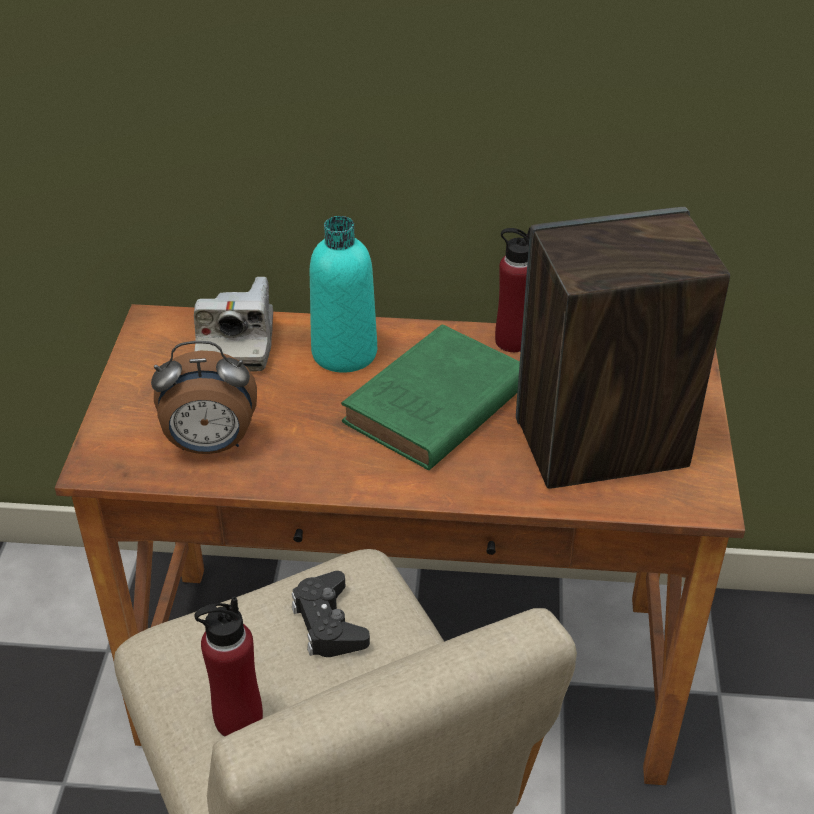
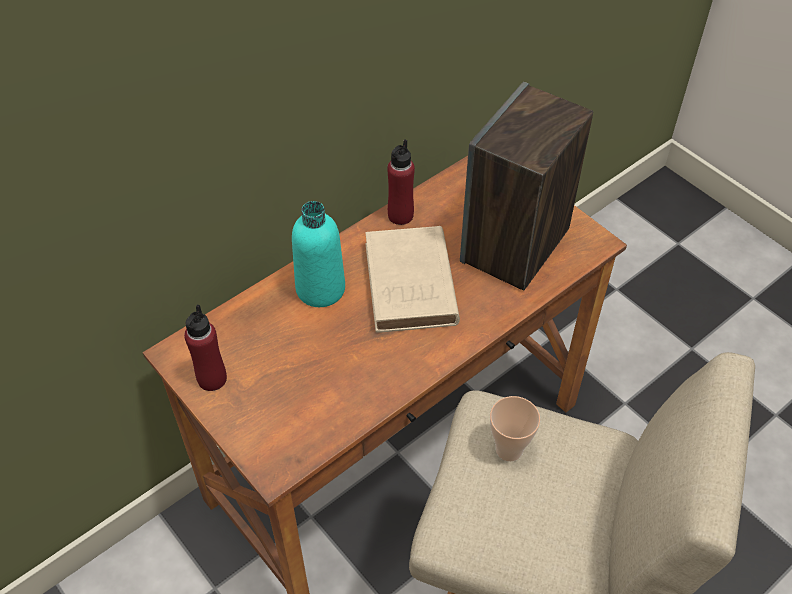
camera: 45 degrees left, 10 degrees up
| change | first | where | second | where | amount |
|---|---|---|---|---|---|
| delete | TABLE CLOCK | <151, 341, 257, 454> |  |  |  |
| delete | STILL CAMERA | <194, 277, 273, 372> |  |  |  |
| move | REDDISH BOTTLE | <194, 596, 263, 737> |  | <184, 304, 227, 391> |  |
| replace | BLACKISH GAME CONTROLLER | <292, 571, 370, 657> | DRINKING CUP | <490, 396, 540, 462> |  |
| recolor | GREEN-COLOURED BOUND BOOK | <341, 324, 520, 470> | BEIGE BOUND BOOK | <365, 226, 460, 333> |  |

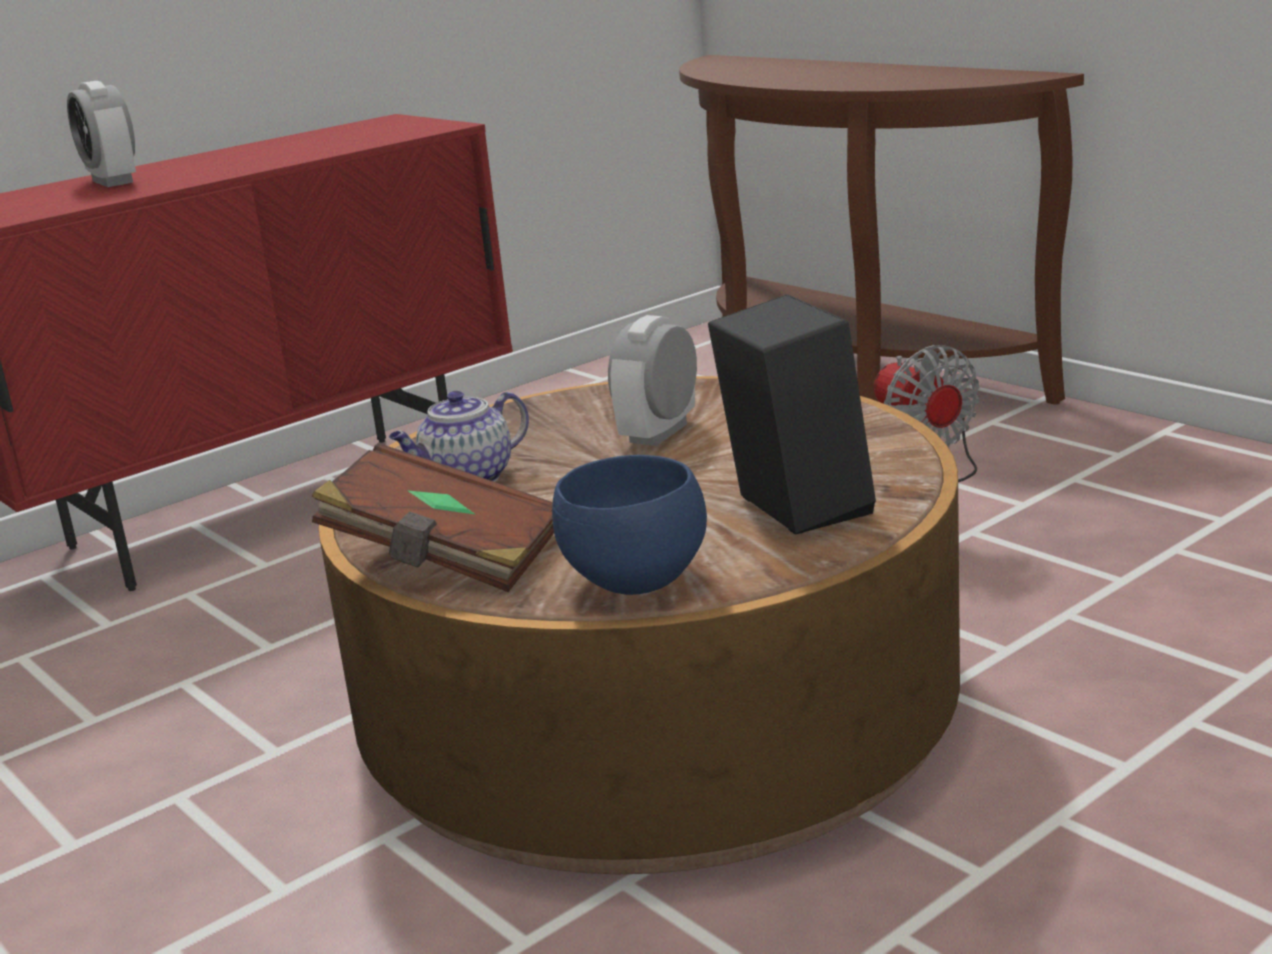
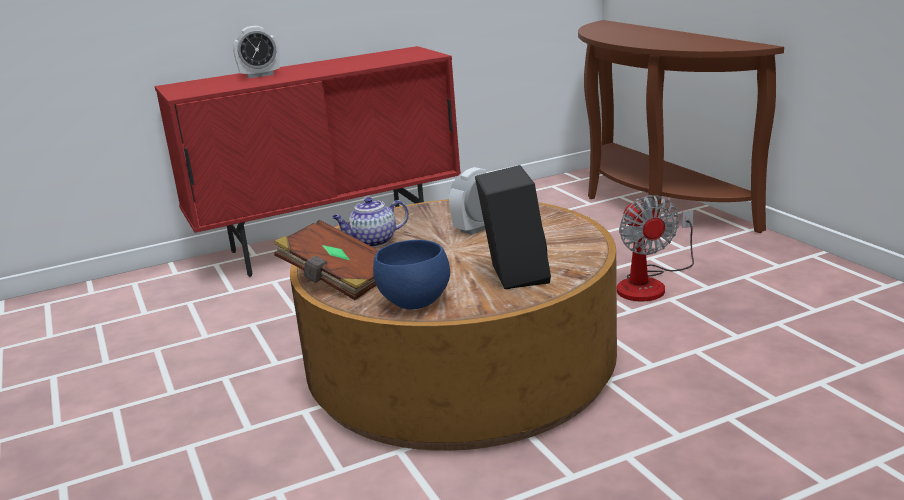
camera: 15 degrees right, 0 degrees up
| change | first | where | second | where | amount |
|---|---|---|---|---|---|
| rotate | TABLE CLOCK | <67, 81, 136, 187> |  | <233, 26, 280, 78> | 90 degrees counterclockwise |

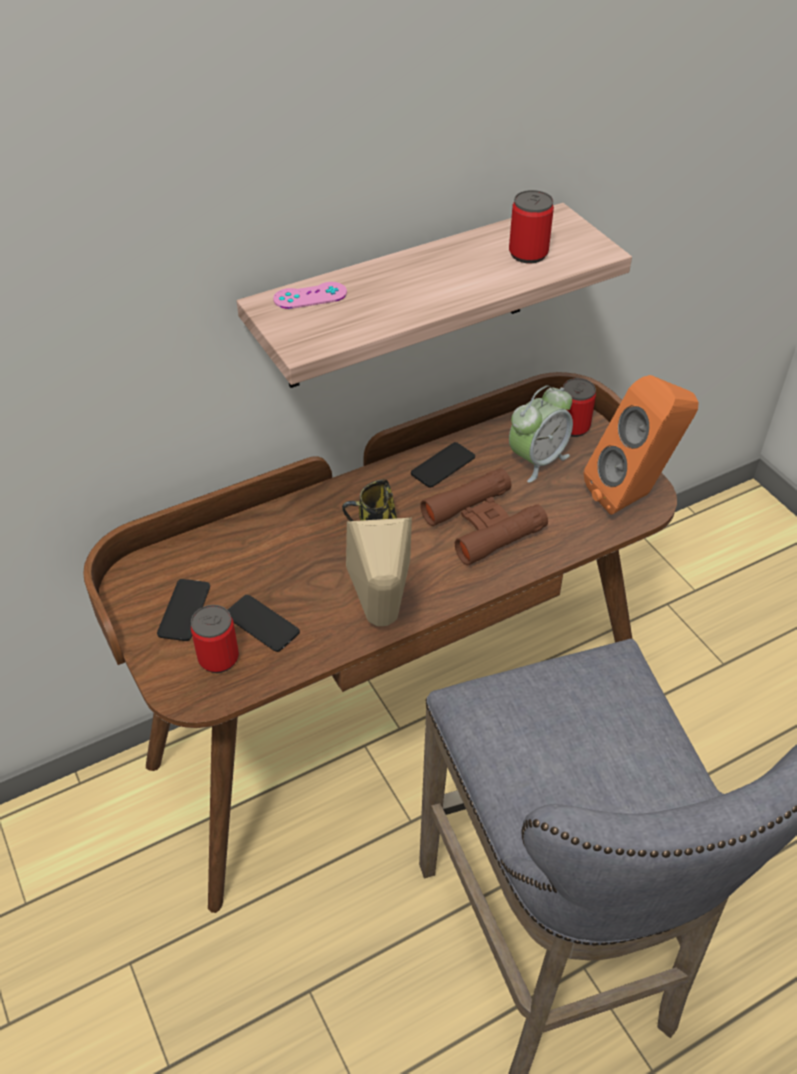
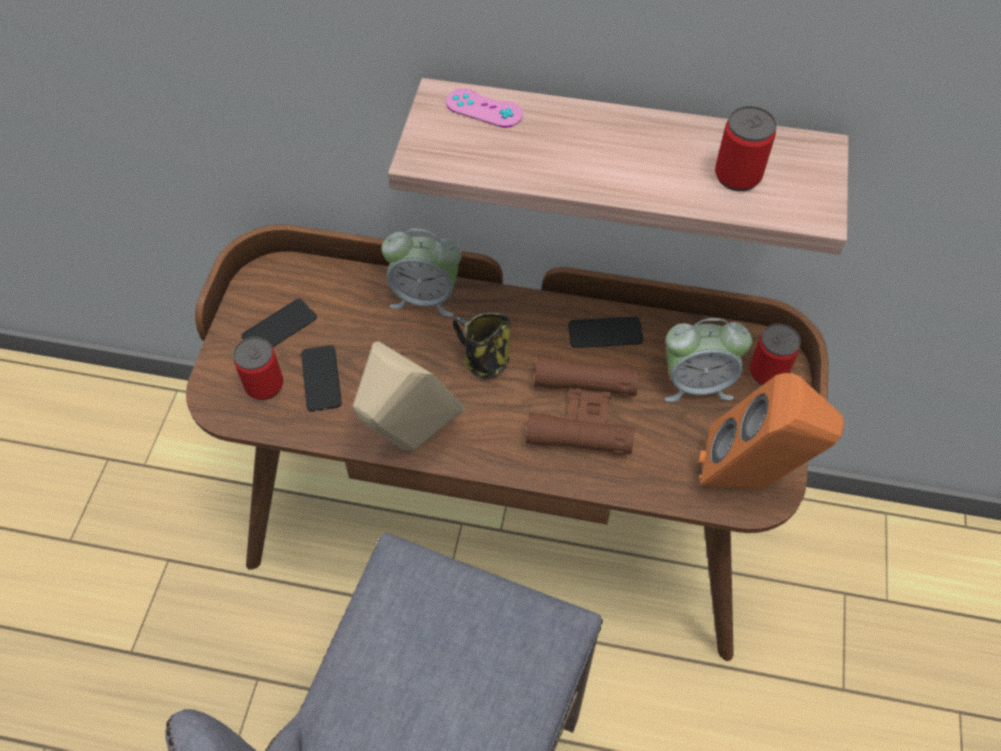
camera: 40 degrees right, 10 degrees up
| change | first | where | second | where | amount |
|---|---|---|---|---|---|
| insert |  |  | TABLE CLOCK | <381, 229, 462, 317> |  |

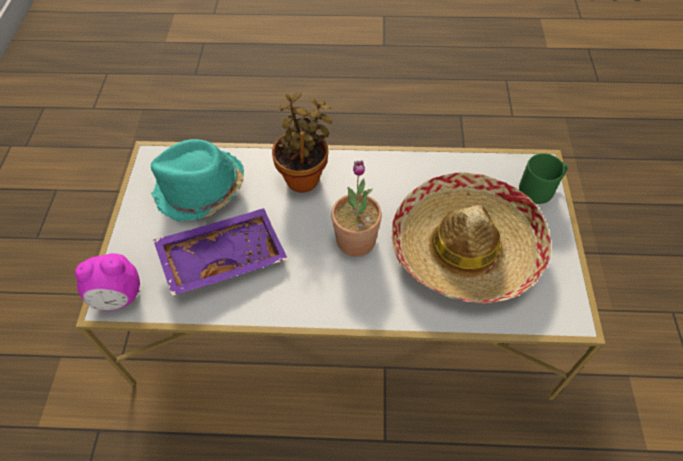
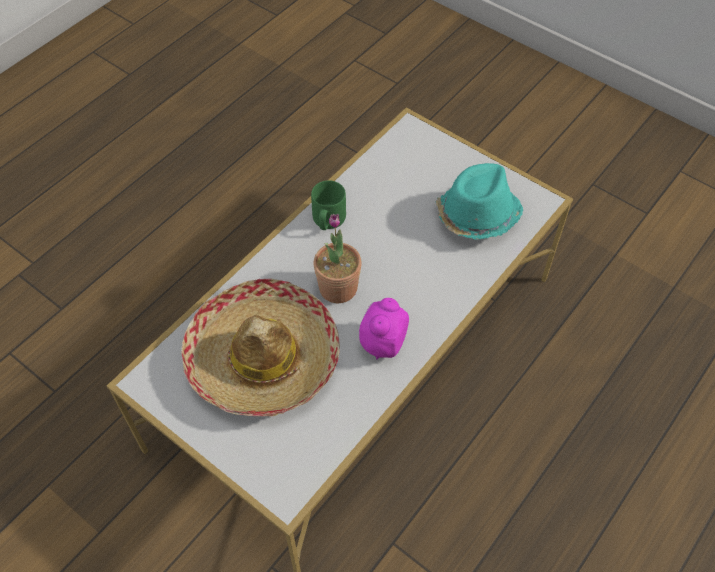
camera: 125 degrees right, 0 degrees up
| change | first | where | second | where | amount |
|---|---|---|---|---|---|
| delete | PURPLE-COLOURED TRAY | <153, 208, 288, 296> |  |  |  |
| delete | HOUSEPLANT | <272, 92, 332, 193> |  |  |  |
| move | TABLE CLOCK | <75, 253, 140, 311> |  | <359, 298, 409, 360> |  |
| move | GREEN-COLOURED TEA MUG | <519, 153, 567, 204> |  | <311, 180, 346, 230> |  |

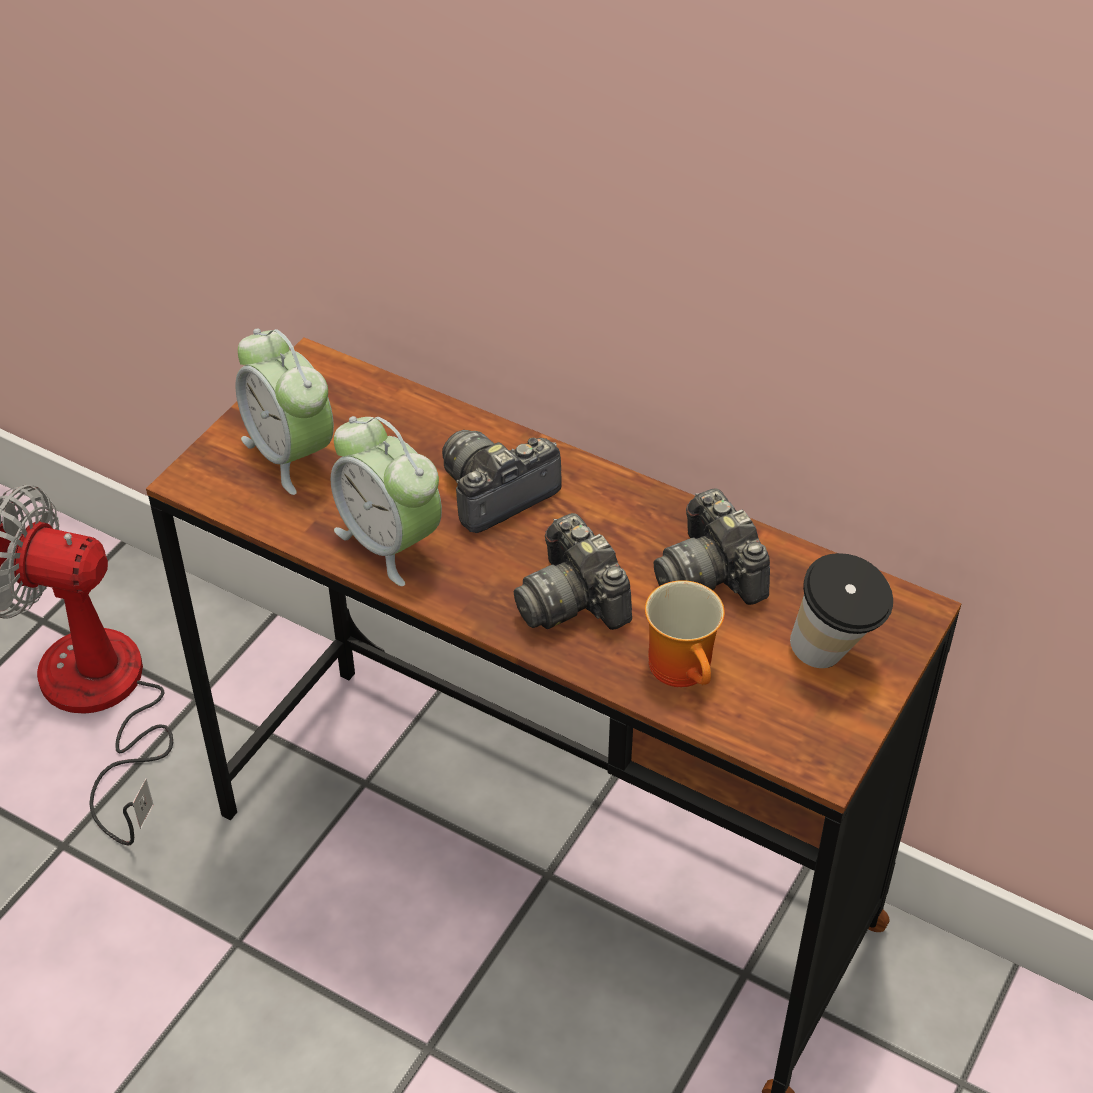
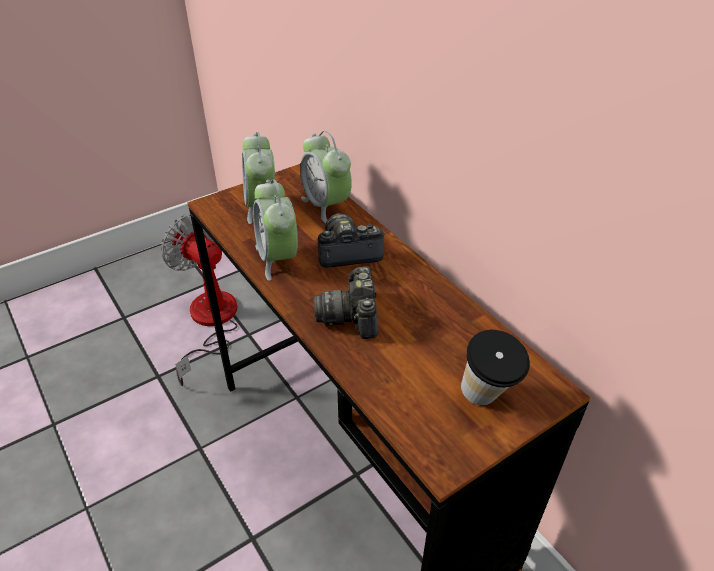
camera: 25 degrees right, 5 degrees down
| change | first | where | second | where | amount |
|---|---|---|---|---|---|
| delete | TEA MUG | <645, 580, 725, 687> |  |  |  |
| delete | STILL CAMERA | <654, 488, 770, 605> |  |  |  |
| insert |  |  | TABLE CLOCK | <300, 131, 352, 223> |  |

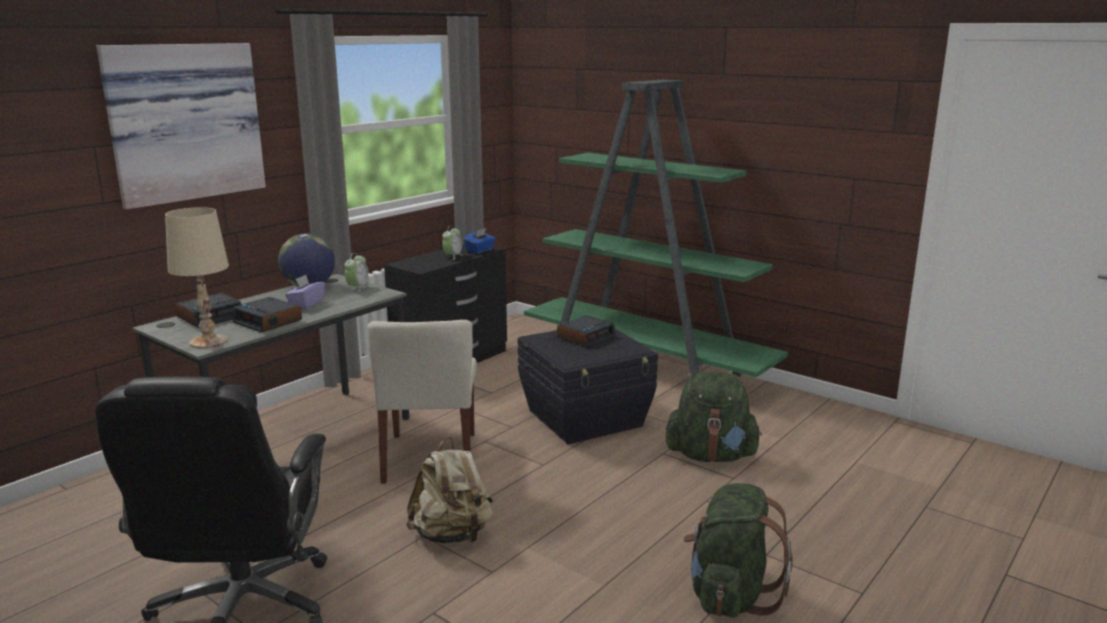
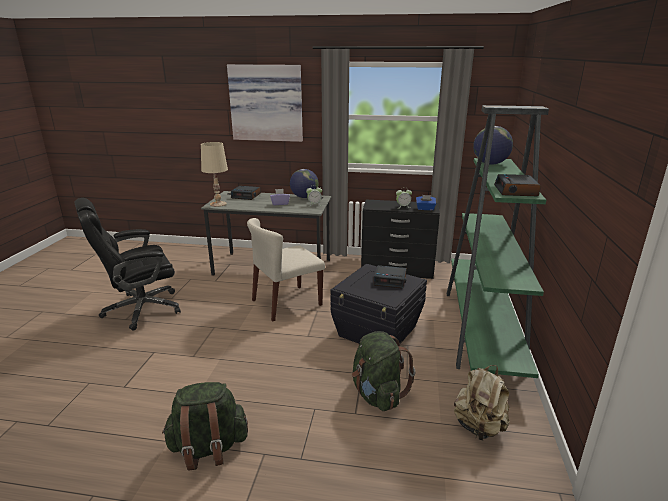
camera: 60 degrees right, 5 degrees up
| change | first | where | second | where | amount |
|---|---|---|---|---|---|
| insert |  |  | DESK GLOBE | <473, 126, 513, 165> |  |
| move | TABLE CLOCK | <232, 297, 302, 332> |  | <494, 174, 541, 196> |  |
| move | BEIGE BACKPACK | <406, 437, 493, 543> |  | <454, 365, 510, 440> |  |

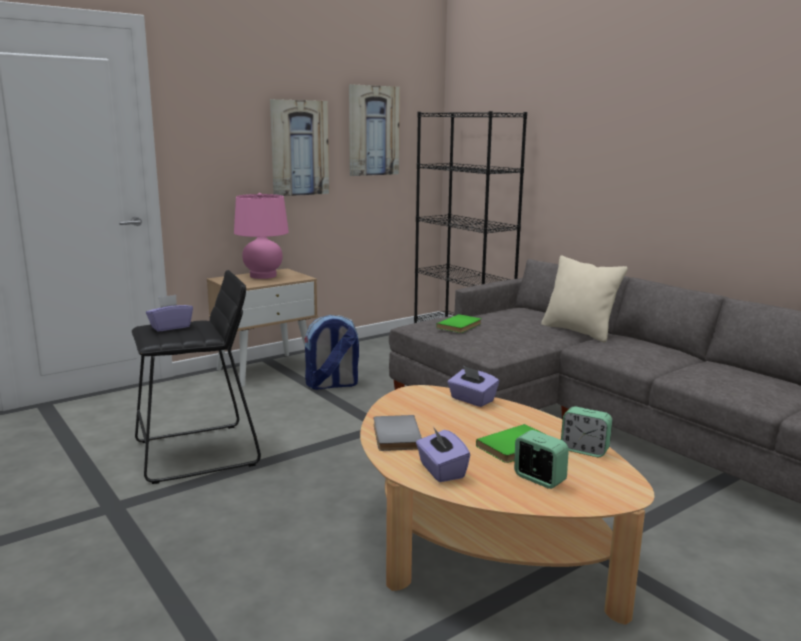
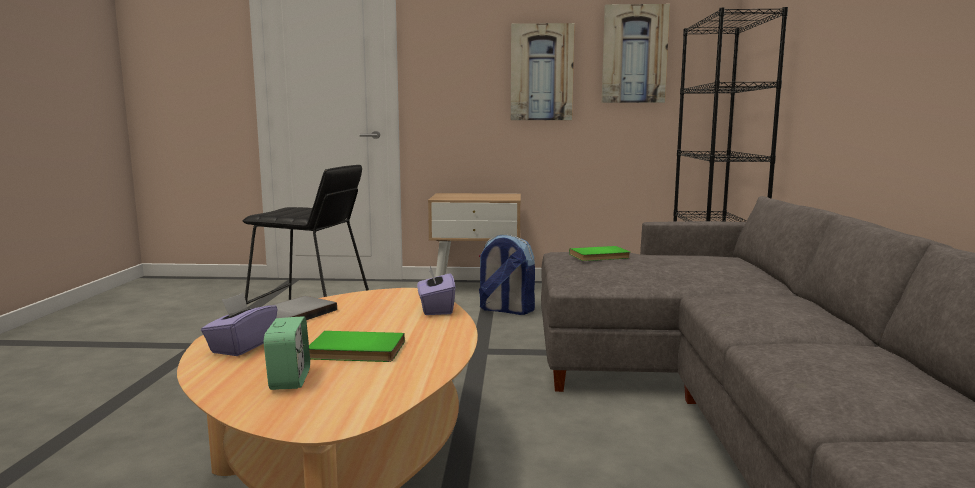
camera: 40 degrees right, 5 degrees down
| change | first | where | second | where | amount |
|---|---|---|---|---|---|
| delete | PURPLE-COLOURED TISSUE HOLDER | <146, 295, 193, 332> |  |  |  |
| delete | PINK-COLOURED TABLETOP LAMP | <234, 193, 289, 279> |  |  |  |
| delete | BEIGE THROW PILLOW | <541, 255, 628, 342> |  |  |  |
| delete | TABLE CLOCK | <561, 406, 612, 457> |  |  |  |

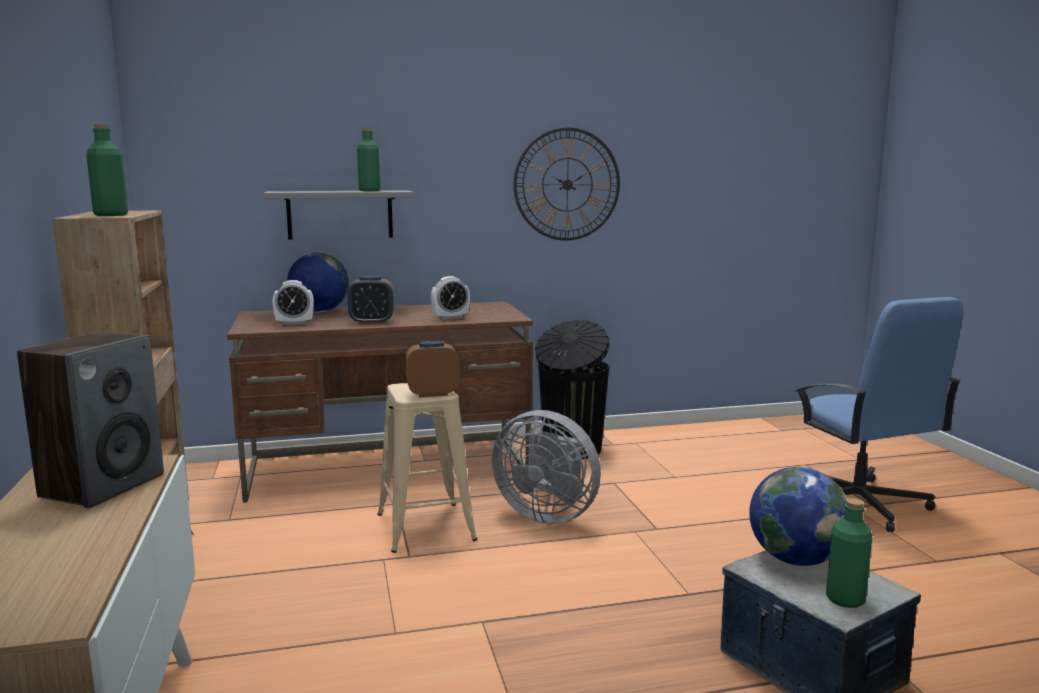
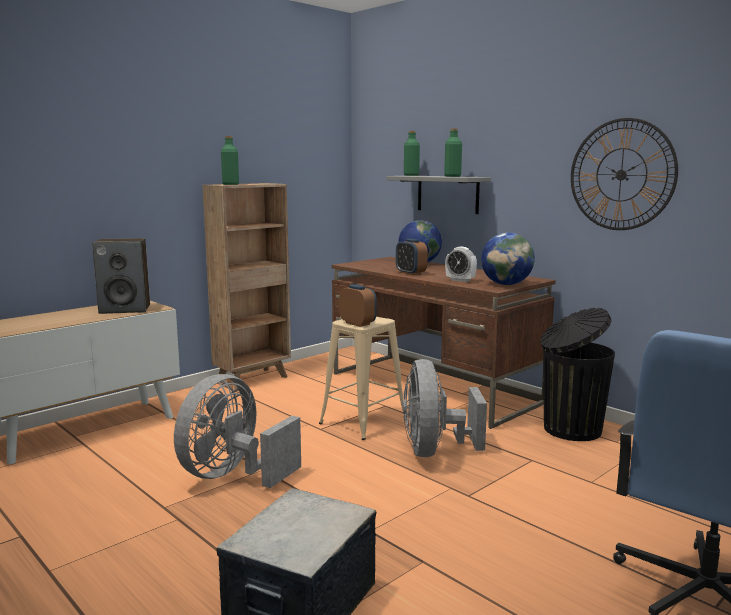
camera: 60 degrees right, 0 degrees up
| change | first | where | second | where | amount |
|---|---|---|---|---|---|
| delete | TABLE CLOCK | <273, 280, 314, 325> |  |  |  |
| insert |  |  | GREYISH ELECTRIC FAN | <174, 374, 301, 488> |  |
| move | DESK GLOBE | <749, 467, 847, 566> |  | <481, 232, 535, 285> |  |
| move | GREEN-COLOURED BOTTLE | <826, 498, 872, 608> |  | <404, 131, 420, 176> |  |

